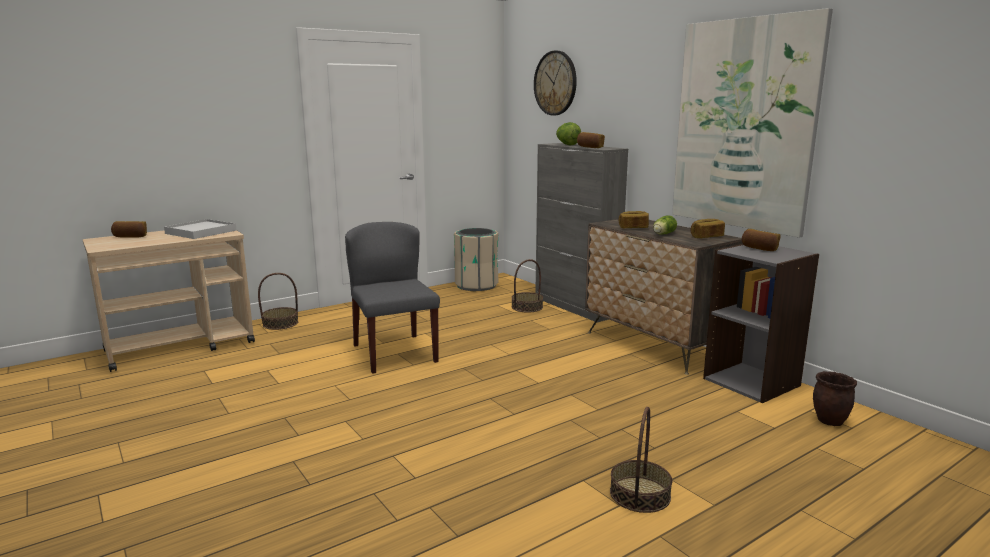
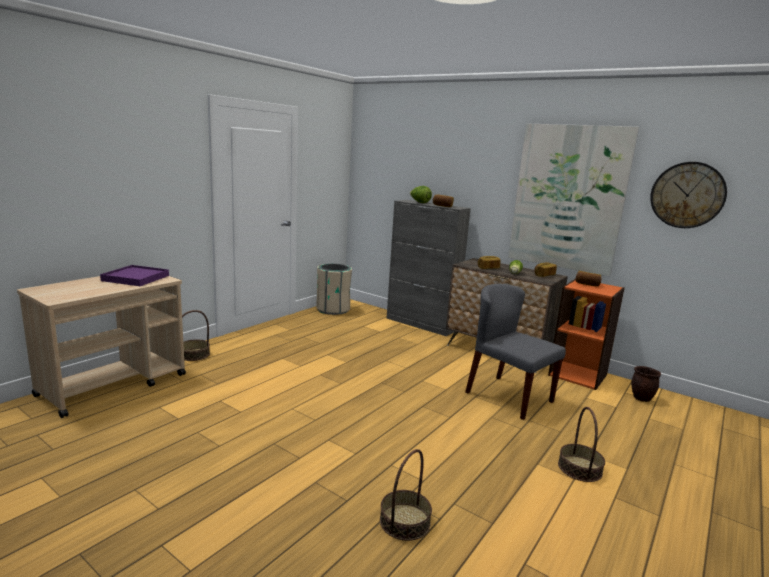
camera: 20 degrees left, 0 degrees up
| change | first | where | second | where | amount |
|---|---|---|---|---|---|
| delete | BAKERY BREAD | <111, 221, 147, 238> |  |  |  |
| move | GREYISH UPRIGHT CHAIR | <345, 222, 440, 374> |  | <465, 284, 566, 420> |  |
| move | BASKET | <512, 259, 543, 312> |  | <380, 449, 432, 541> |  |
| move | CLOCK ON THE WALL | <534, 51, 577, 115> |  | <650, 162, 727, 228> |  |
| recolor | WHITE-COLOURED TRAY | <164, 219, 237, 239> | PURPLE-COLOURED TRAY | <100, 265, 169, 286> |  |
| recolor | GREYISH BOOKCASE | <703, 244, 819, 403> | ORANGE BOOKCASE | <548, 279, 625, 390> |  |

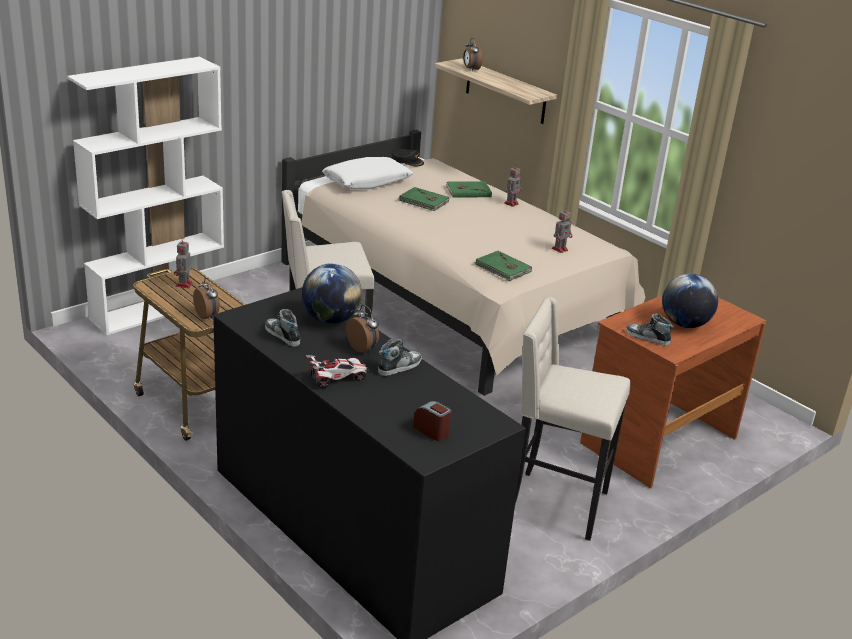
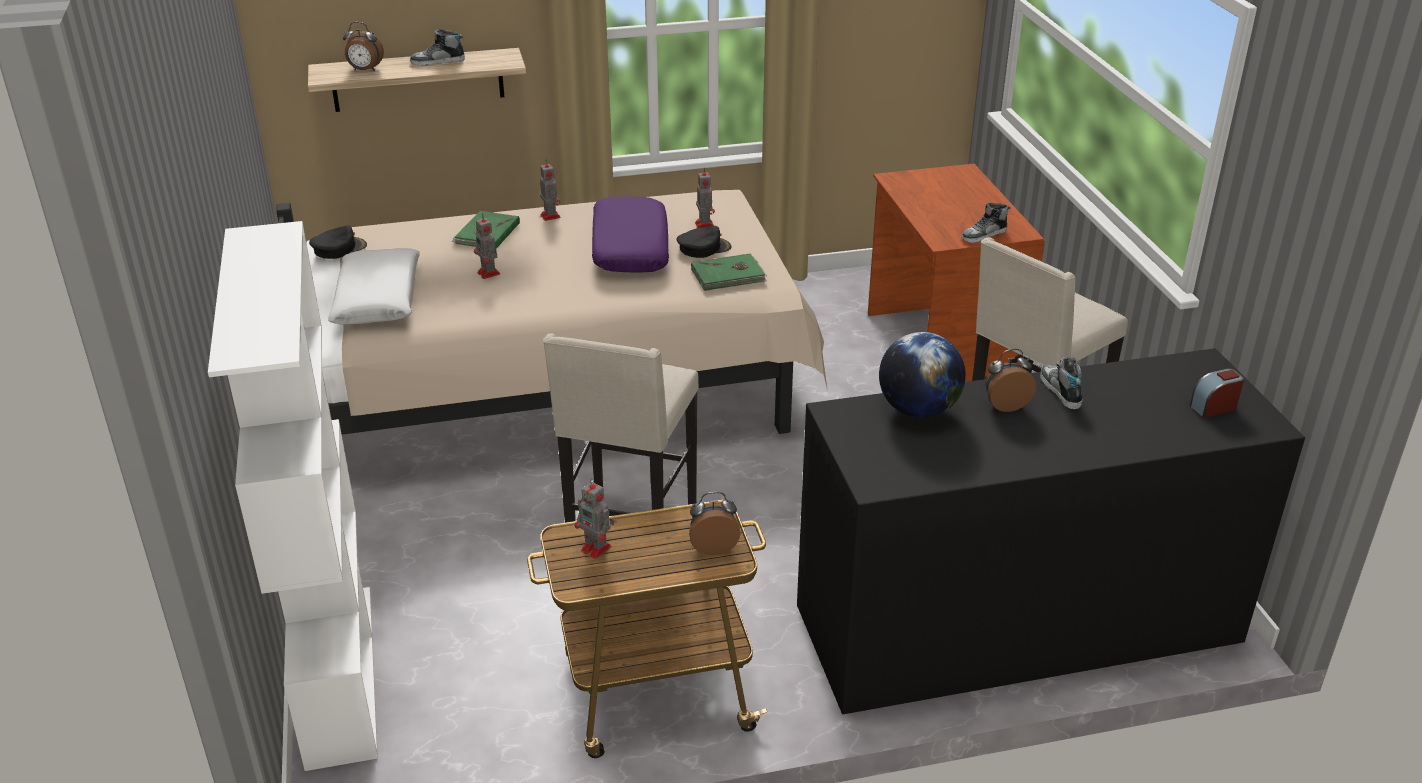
camera: 60 degrees left, 5 degrees up
| change | first | where | second | where | amount |
|---|---|---|---|---|---|
| delete | TOY CAR | <306, 355, 369, 389> |  |  |  |
| delete | DESK GLOBE | <662, 274, 718, 328> |  |  |  |
| insert |  |  | PURPLE-COLOURED THROW PILLOW | <592, 196, 669, 273> |  |
| insert |  |  | BLACKISH BASEBALL CAP | <677, 226, 731, 258> |  |
| move | ITEM OF FOOTWEAR | <265, 309, 300, 347> |  | <410, 29, 465, 66> |  |
| replace | GREEN-COLOURED BOUND BOOK | <399, 187, 449, 211> | TOY ROBOT | <474, 214, 500, 279> |  |

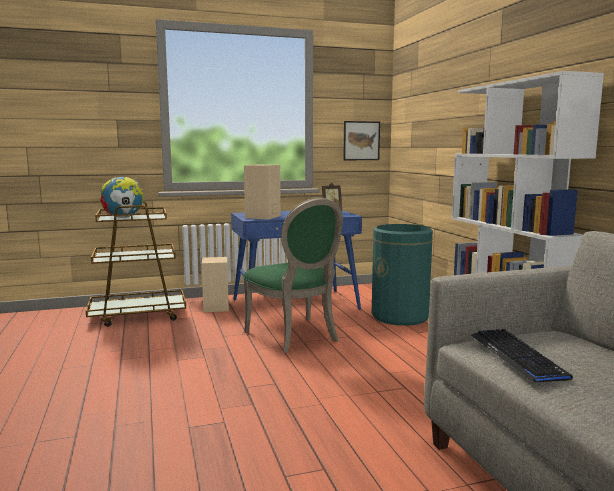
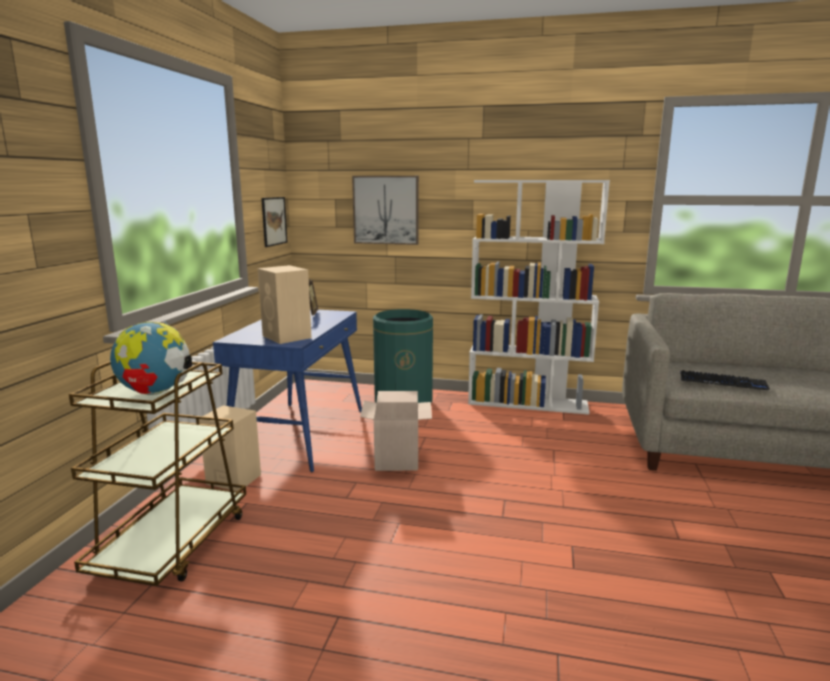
camera: 60 degrees left, 5 degrees up
| change | first | where | second | where | amount |
|---|---|---|---|---|---|
| insert |  |  | WALL PICTURE | <352, 176, 419, 245> |  |
| replace | GREEN-COLOURED UPRIGHT CHAIR | <243, 197, 343, 353> | CARDBOARD BOX | <360, 391, 432, 471> |  |

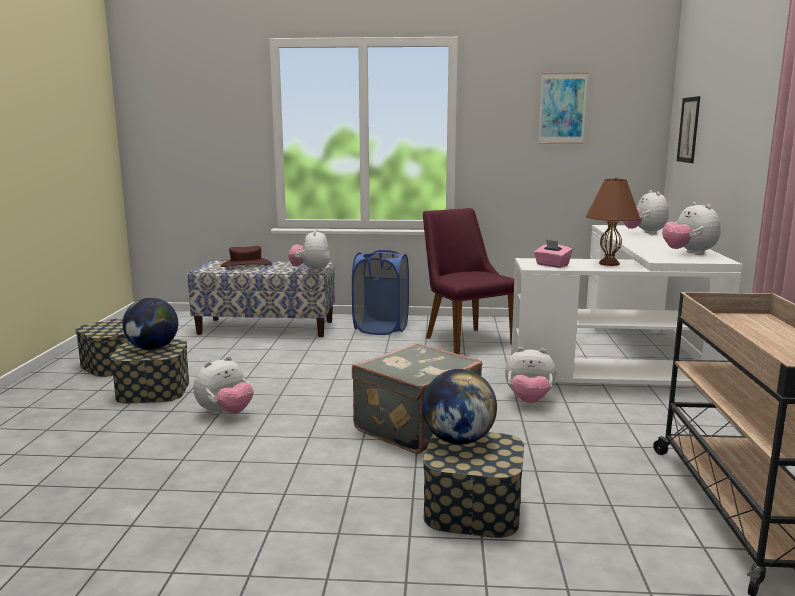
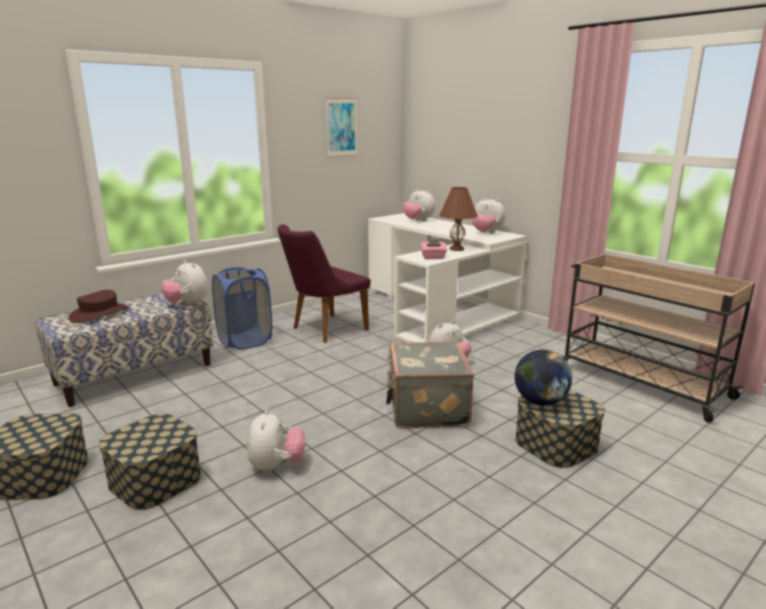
camera: 45 degrees left, 5 degrees up
| change | first | where | second | where | amount |
|---|---|---|---|---|---|
| delete | DESK GLOBE | <122, 297, 178, 350> |  |  |  |
| delete | WALL PICTURE | <677, 96, 700, 163> |  |  |  |
| rotate | PURPLE-COLOURED UPRIGHT CHAIR | <423, 208, 514, 355> |  | <277, 224, 371, 343> | 60 degrees counterclockwise |

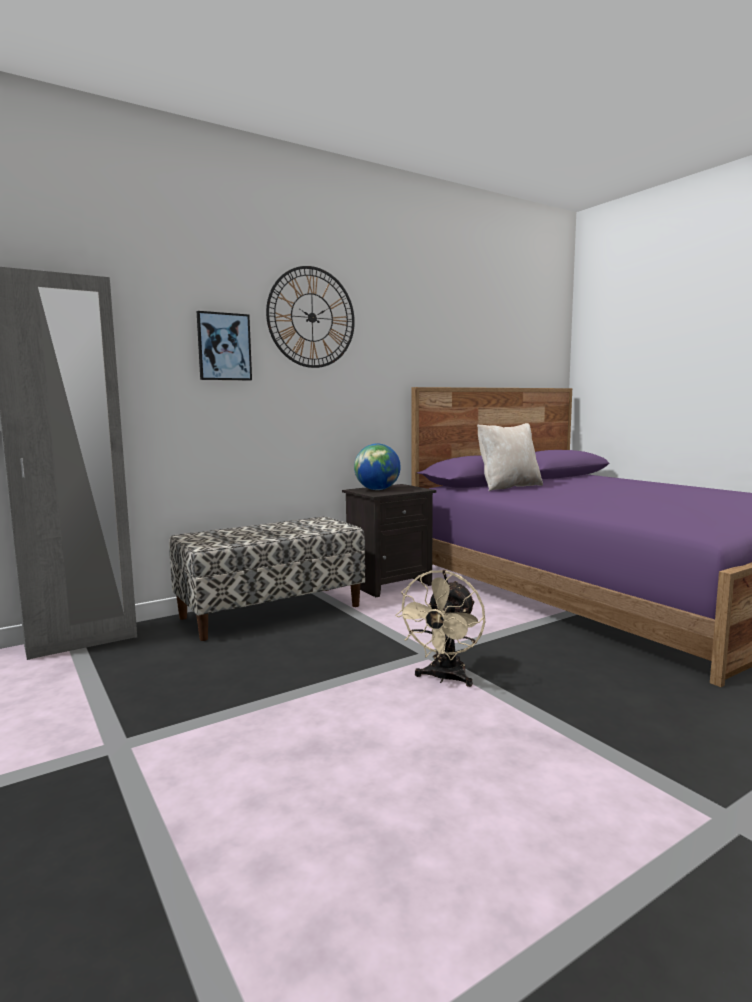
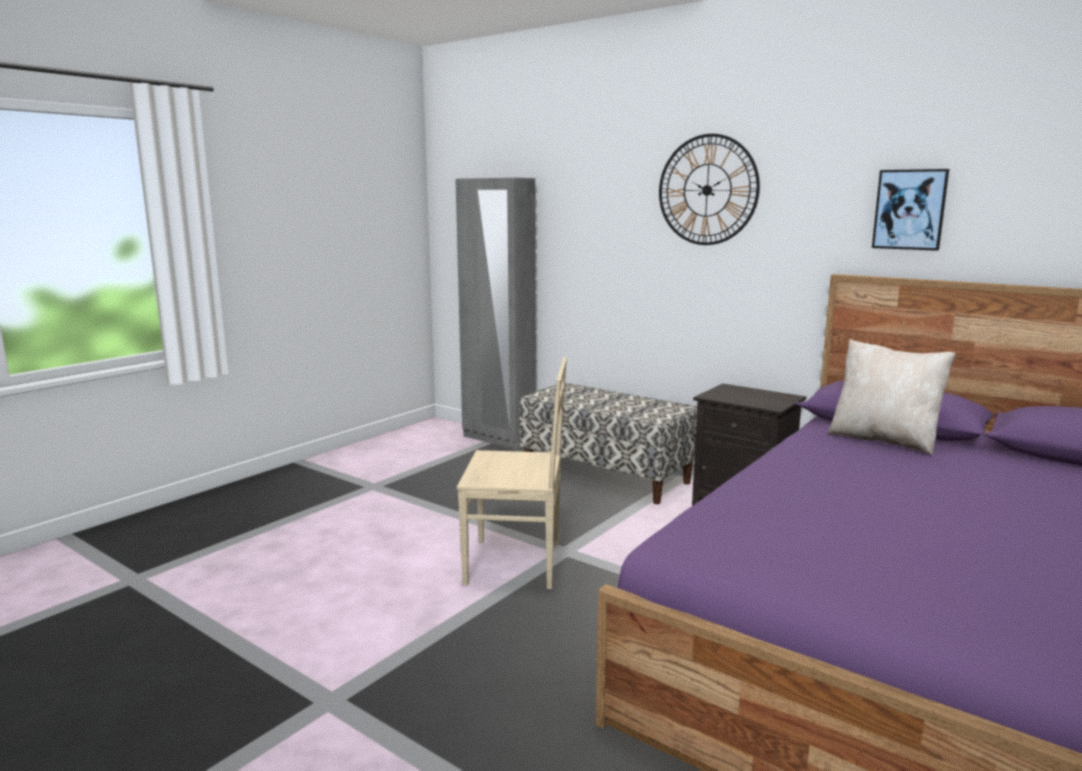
camera: 70 degrees right, 5 degrees up
| change | first | where | second | where | amount |
|---|---|---|---|---|---|
| delete | DESK GLOBE | <354, 443, 401, 490> |  |  |  |
| move | WALL PICTURE | <196, 311, 252, 380> |  | <872, 169, 949, 251> |  |
| replace | BEIGE ELECTRIC FAN | <395, 570, 485, 687> | BEIGE UPRIGHT CHAIR | <457, 357, 567, 589> |  |

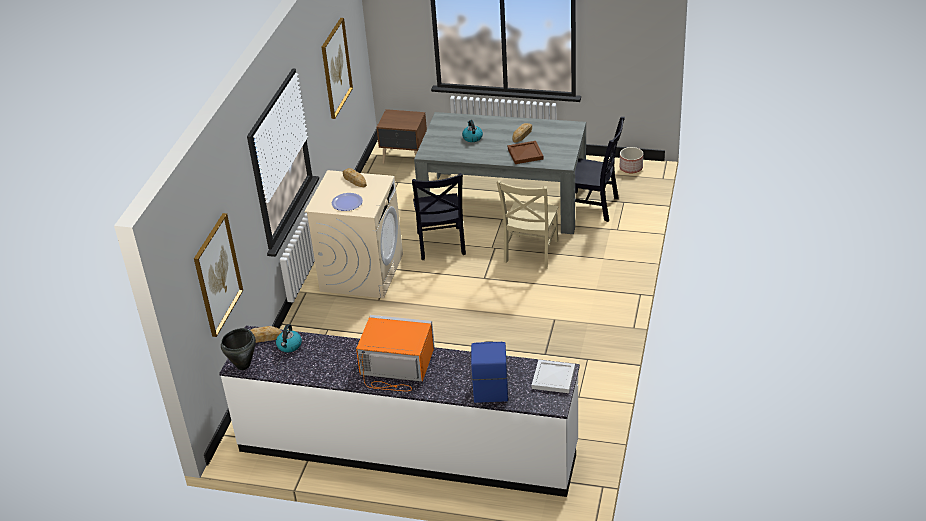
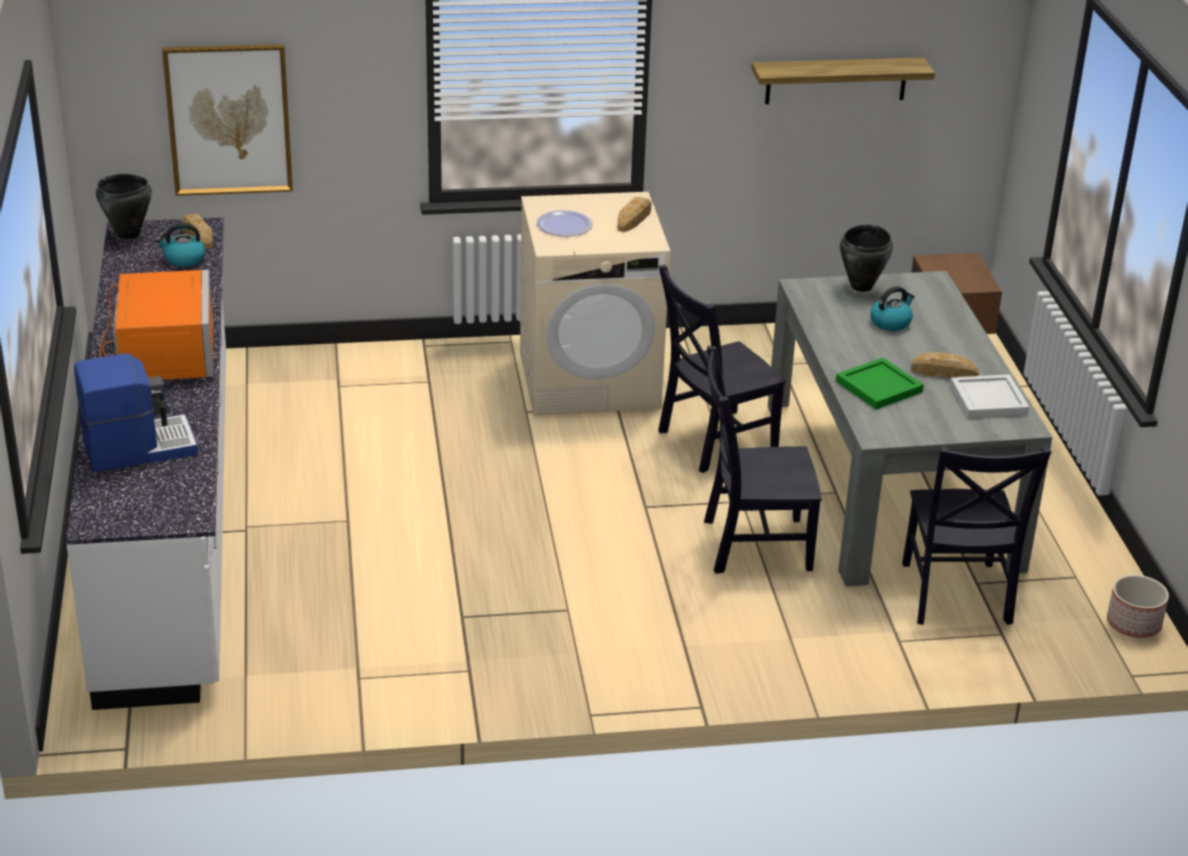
camera: 65 degrees right, 5 degrees down
| change | first | where | second | where | amount |
|---|---|---|---|---|---|
| insert |  |  | BLACKISH SAUCEPOT | <840, 225, 893, 292> |  |
| move | WHITE-COLOURED TRAY | <532, 360, 575, 393> |  | <950, 374, 1029, 418> |  |
| replace | WALL PICTURE | <321, 18, 353, 119> | WALL SHELF | <751, 57, 935, 104> |  |
| recolor | BEIGE UPRIGHT CHAIR | <497, 180, 558, 269> | BLACKISH UPRIGHT CHAIR | <704, 346, 822, 574> |  |
| recolor | BROWNISH TRAY | <508, 141, 543, 164> | GREEN-COLOURED TRAY | <836, 358, 924, 409> |  |

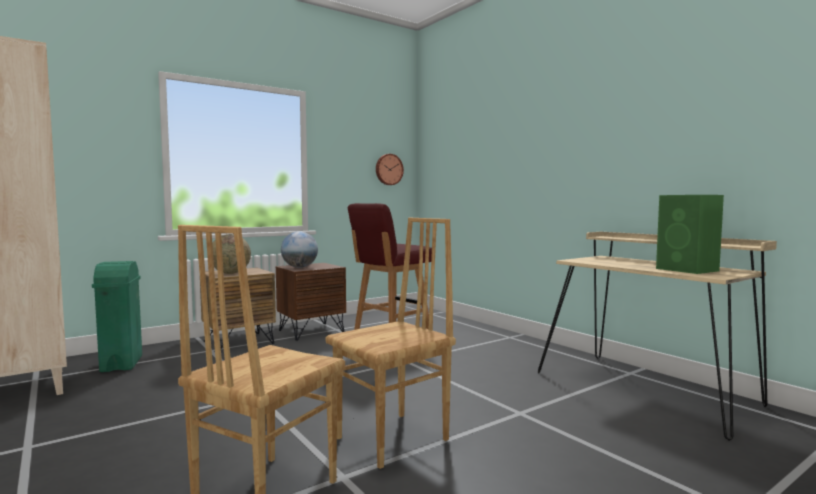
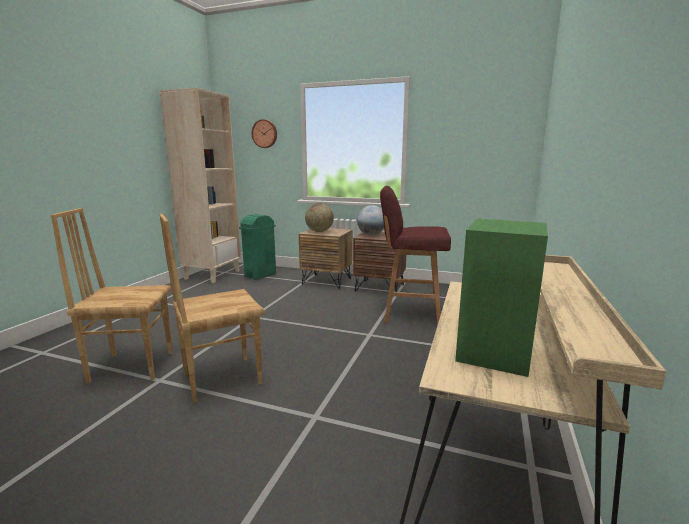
camera: 55 degrees right, 10 degrees up
| change | first | where | second | where | amount |
|---|---|---|---|---|---|
| move | CLOCK ON THE WALL | <376, 154, 404, 185> |  | <252, 119, 277, 148> |  |
| rotate | BROWNISH UPRIGHT CHAIR | <326, 218, 456, 469> |  | <159, 214, 265, 403> | 135 degrees clockwise |

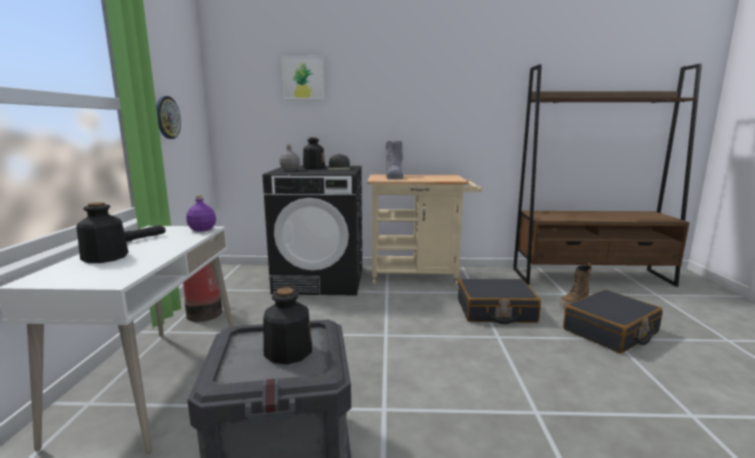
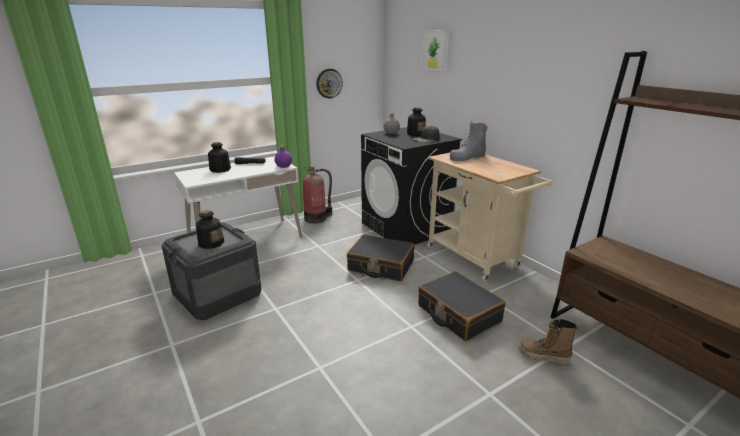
camera: 55 degrees right, 10 degrees up
| change | first | where | second | where | amount |
|---|---|---|---|---|---|
| move | BLACKISH SUITCASE | <563, 290, 662, 353> |  | <347, 235, 415, 281> |  |

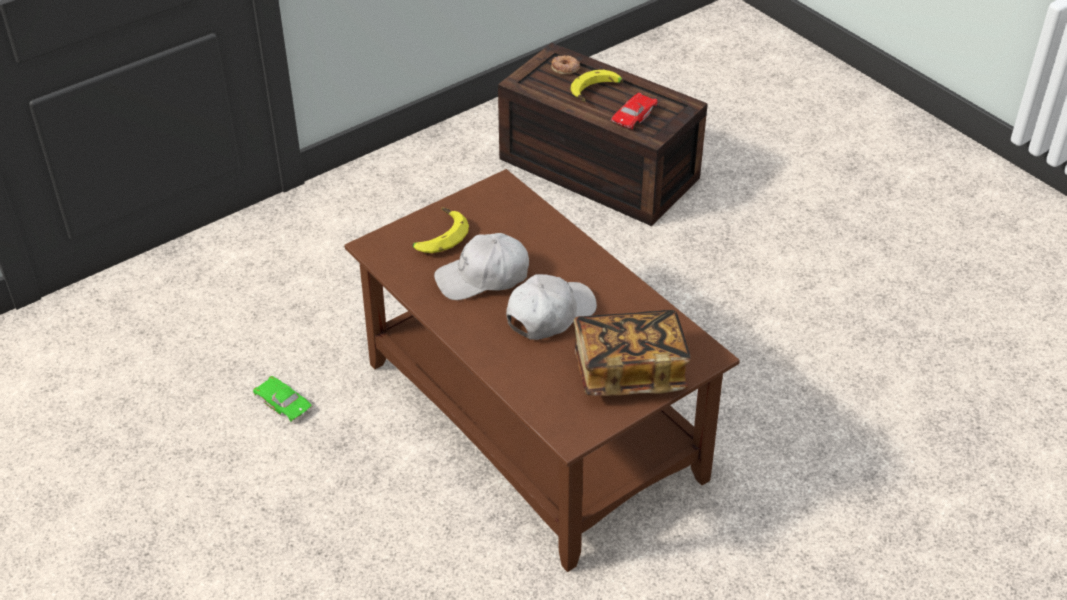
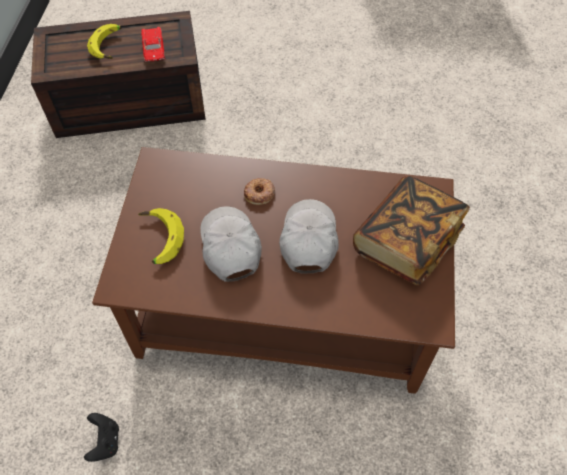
camera: 45 degrees left, 15 degrees up
| change | first | where | second | where | amount |
|---|---|---|---|---|---|
| move | DOUGHNUT | <551, 55, 580, 74> |  | <244, 178, 275, 205> |  |
| replace | GREEN-COLOURED TOY CAR | <253, 376, 312, 422> | BLACKISH GAME CONTROLLER | <84, 413, 119, 462> |  |
| rotate | WHITE-COLOURED BASEBALL CAP | <434, 233, 529, 300> |  | <200, 206, 262, 282> | 135 degrees clockwise |

